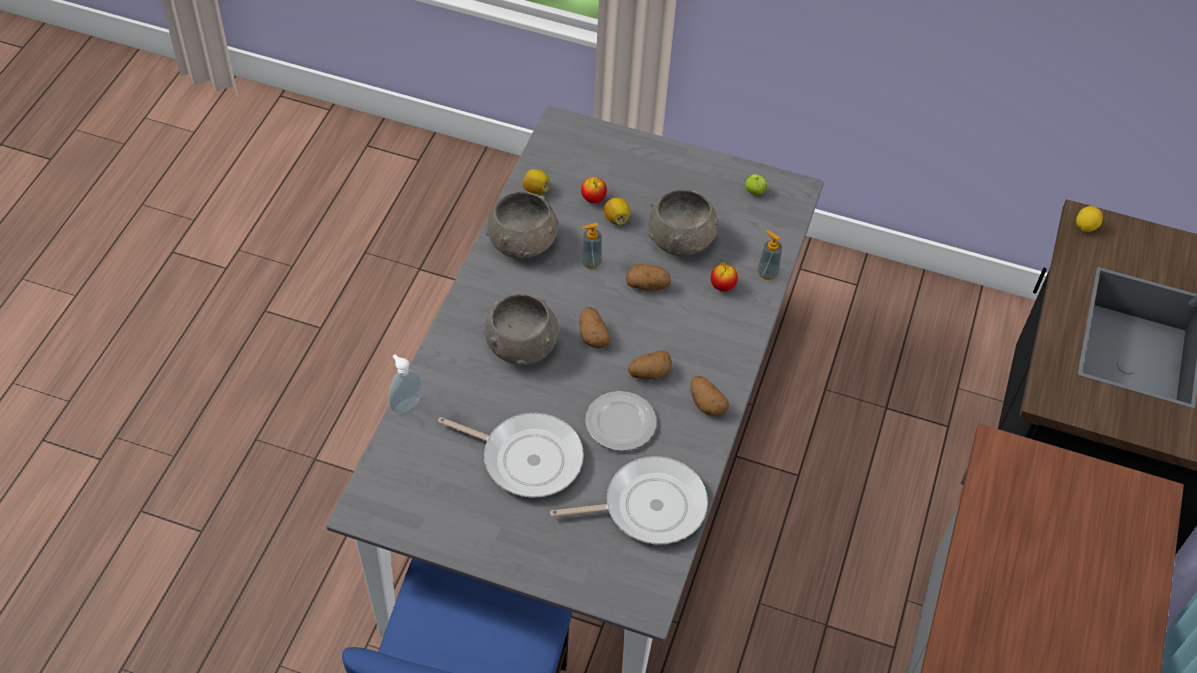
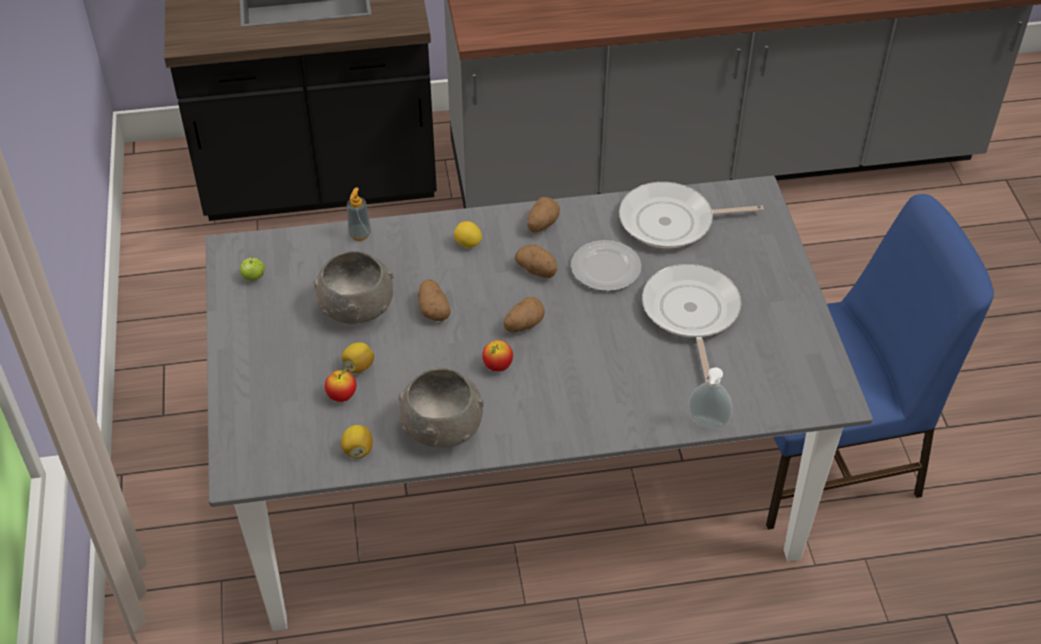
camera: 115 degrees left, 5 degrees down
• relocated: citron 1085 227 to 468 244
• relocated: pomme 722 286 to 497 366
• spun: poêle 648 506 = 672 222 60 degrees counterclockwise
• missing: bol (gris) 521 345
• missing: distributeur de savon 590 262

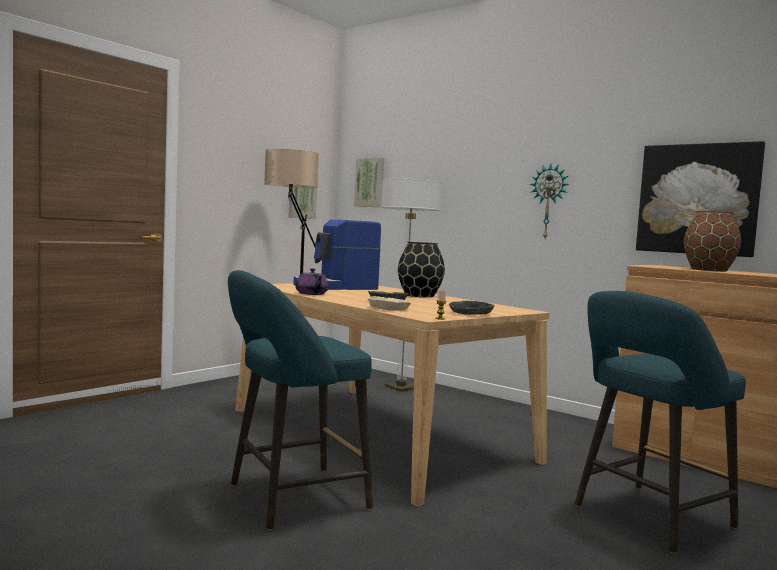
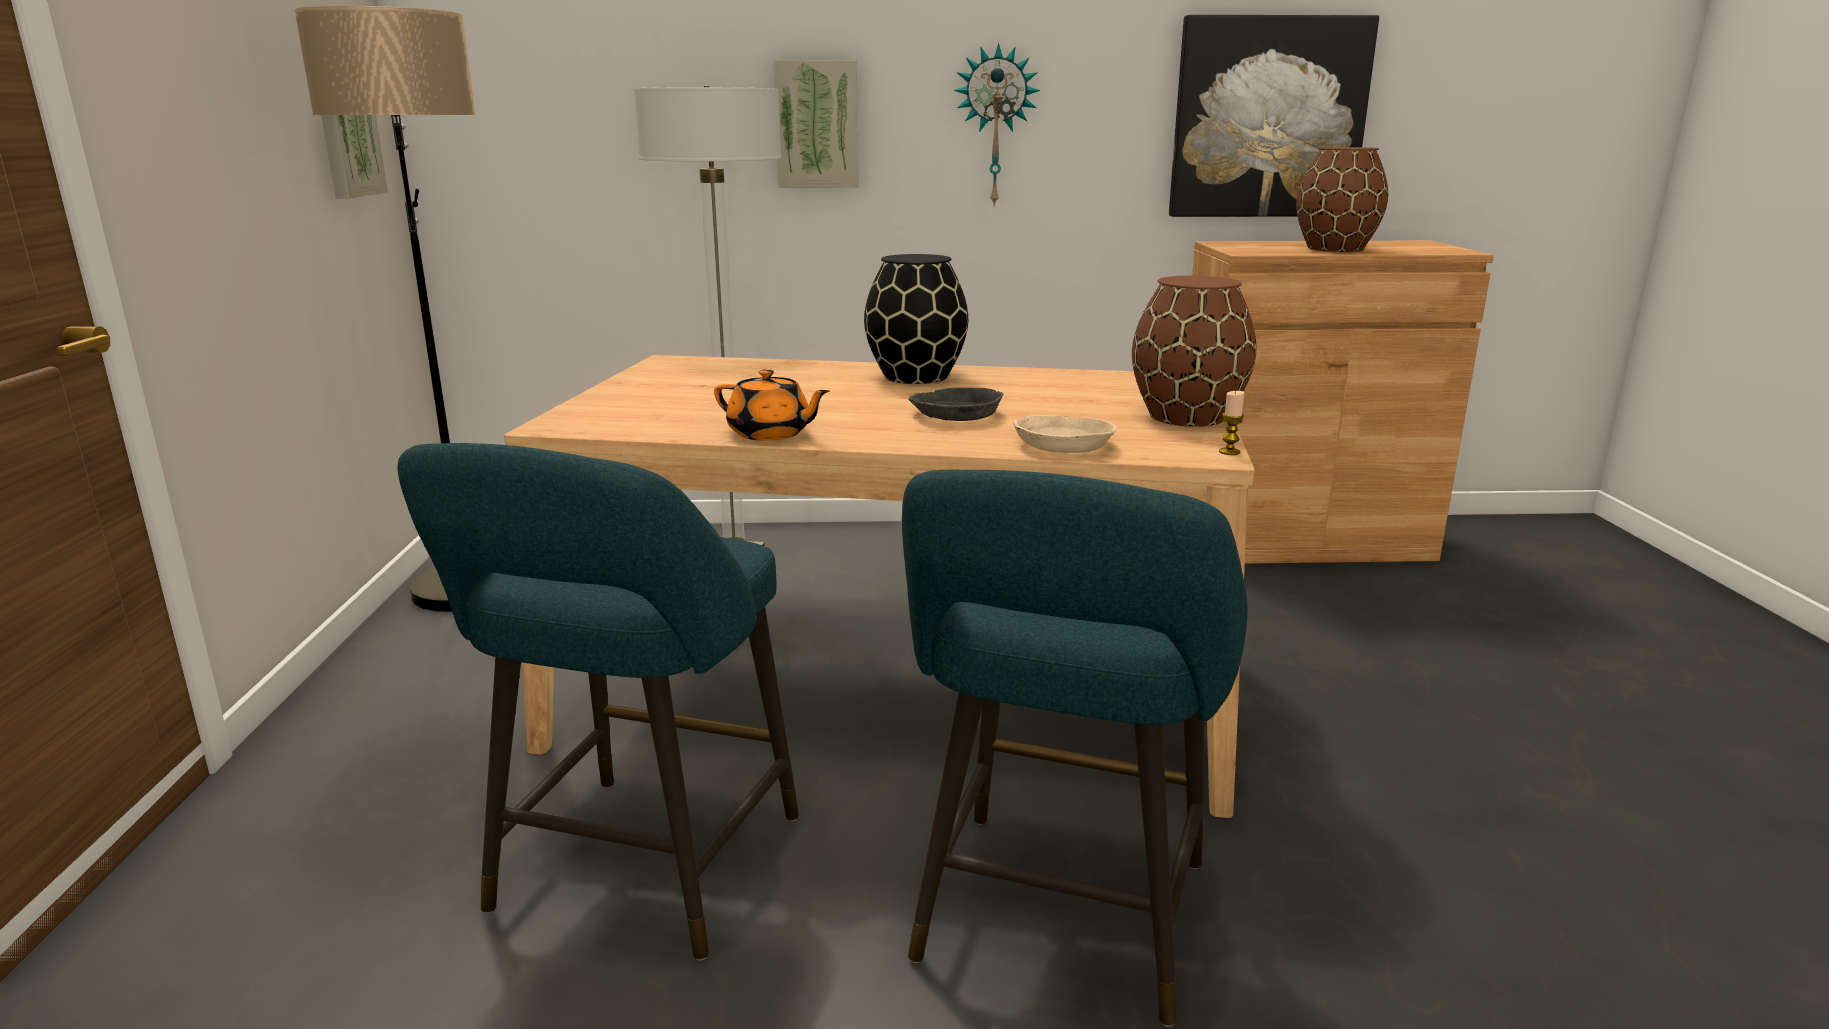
camera: 40 degrees left, 15 degrees up
• relocated: tabouret (turquoise) 648 519 to 639 874
• colour: théière (violet) 311 294 to théière (orange) 771 434
• relocated: tableau 370 182 to 817 125
• exchanged: bol (gris) 470 313 to vase (marron) 1186 417
• missing: machine à café 337 287

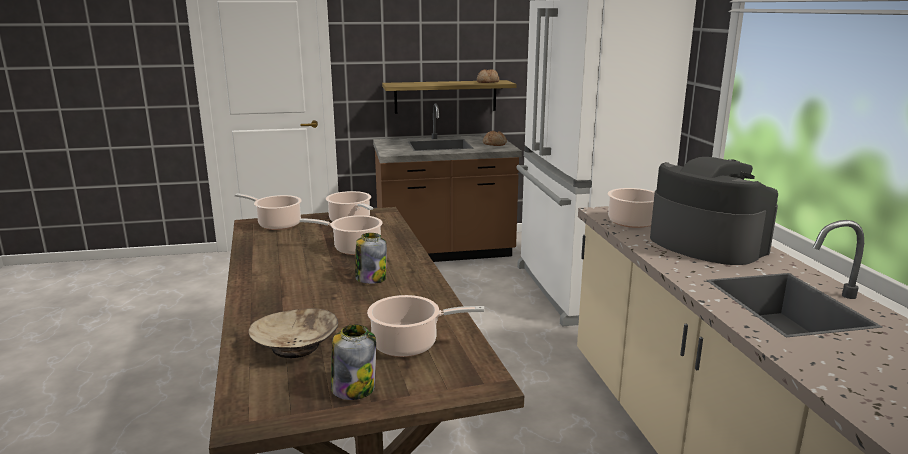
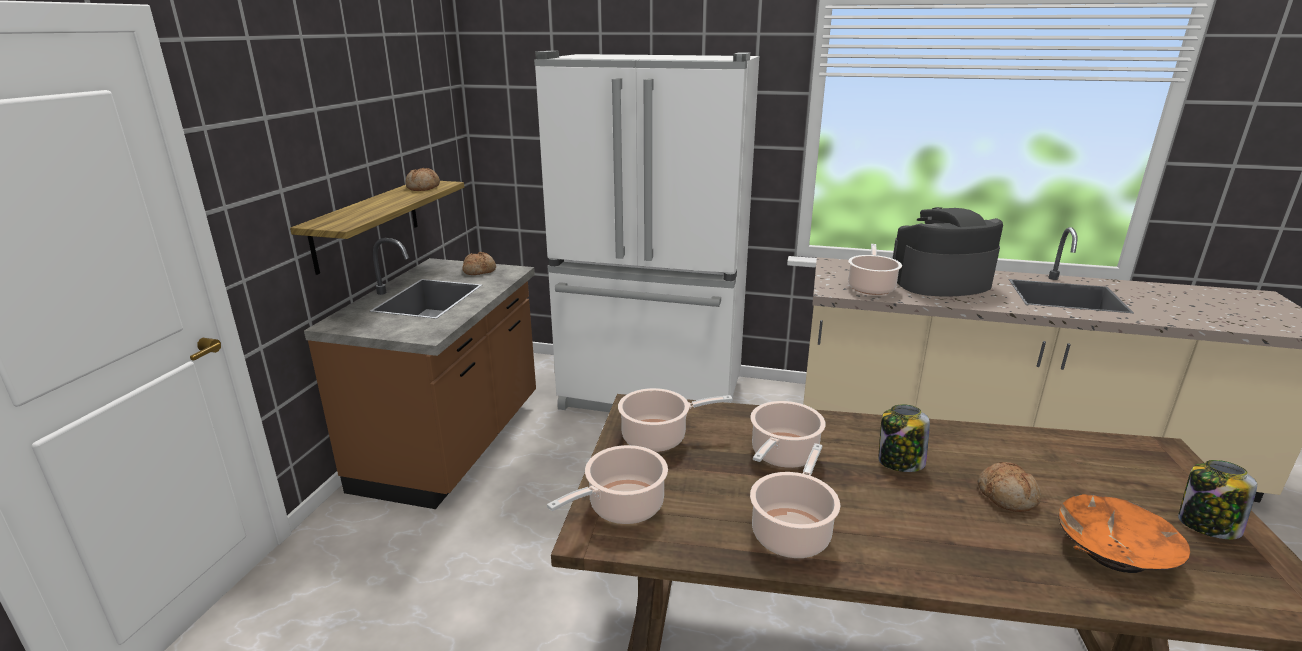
camera: 65 degrees left, 5 degrees up
• relocated: marmite 409 344 to 792 531
• appeared: pain 1007 496
• colour: bol (beige) 296 346 to bol (orange) 1113 551

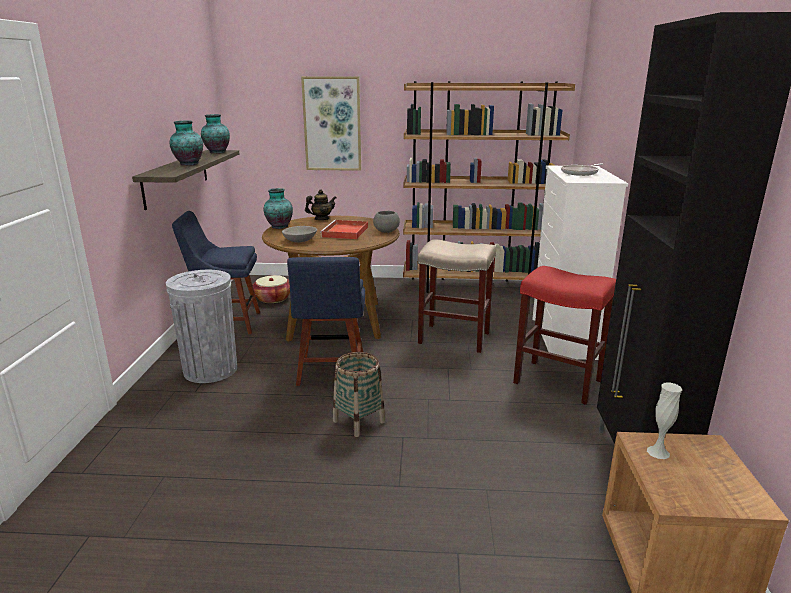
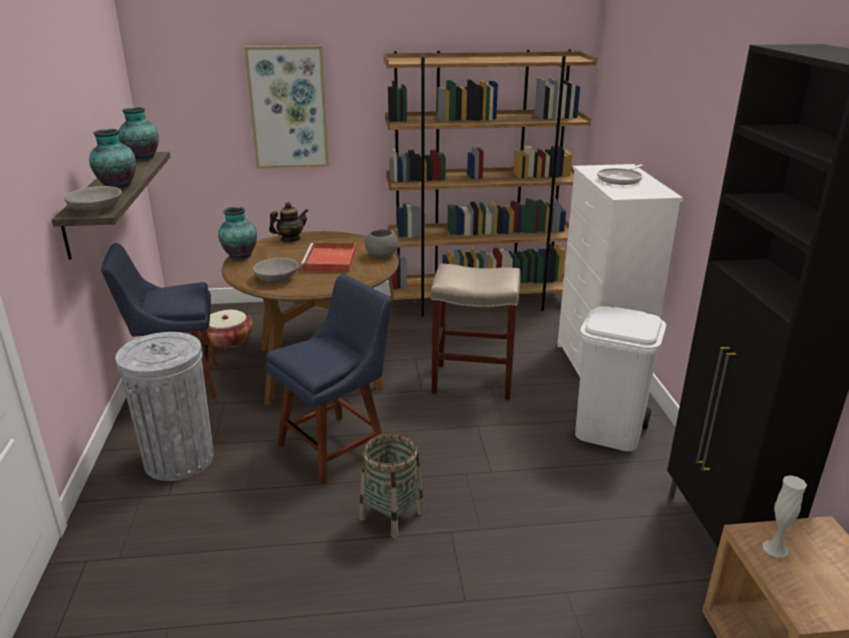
camera: 10 degrees left, 5 degrees up
• appeared: bol (gris) 96 209
• spun: chaise (bleu) 331 372 = 336 446 120 degrees counterclockwise
• exchanged: tabouret (rouge) 559 381 to poubelle (blanc) 609 432

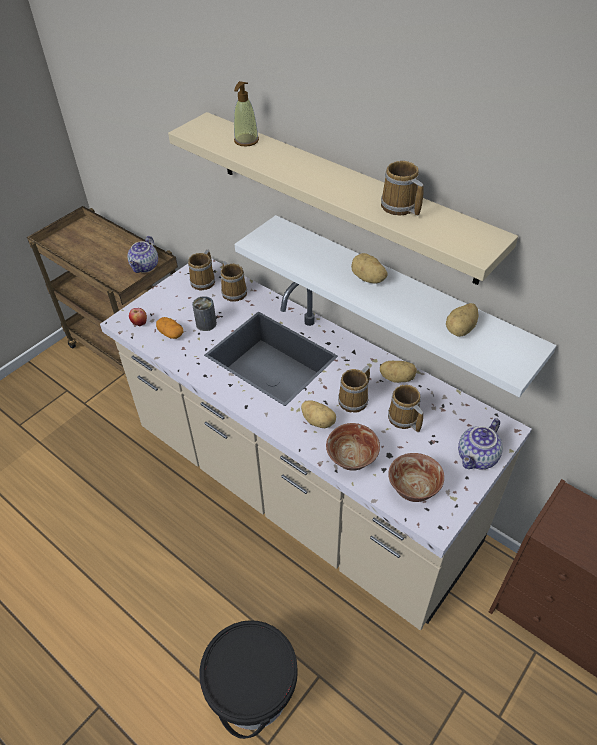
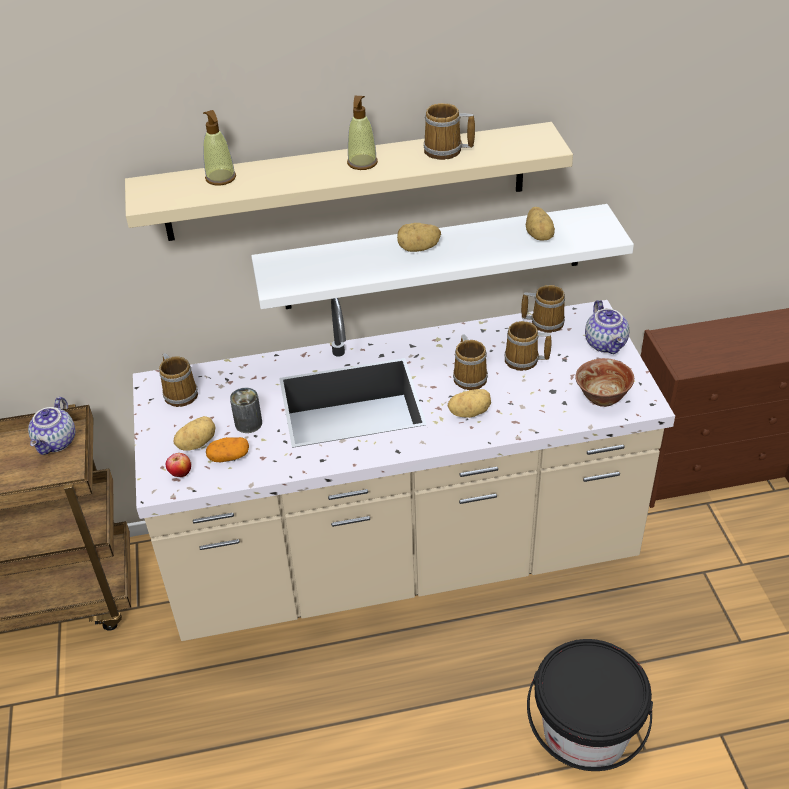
camera: 50 degrees left, 5 degrees down
• spun: théière 145 267 = 57 442 45 degrees clockwise
• relocated: pomme de terre 397 378 to 196 443
• appeared: distributeur de savon 362 163
• relocated: mug 234 291 to 545 321
• missing: bol 352 460

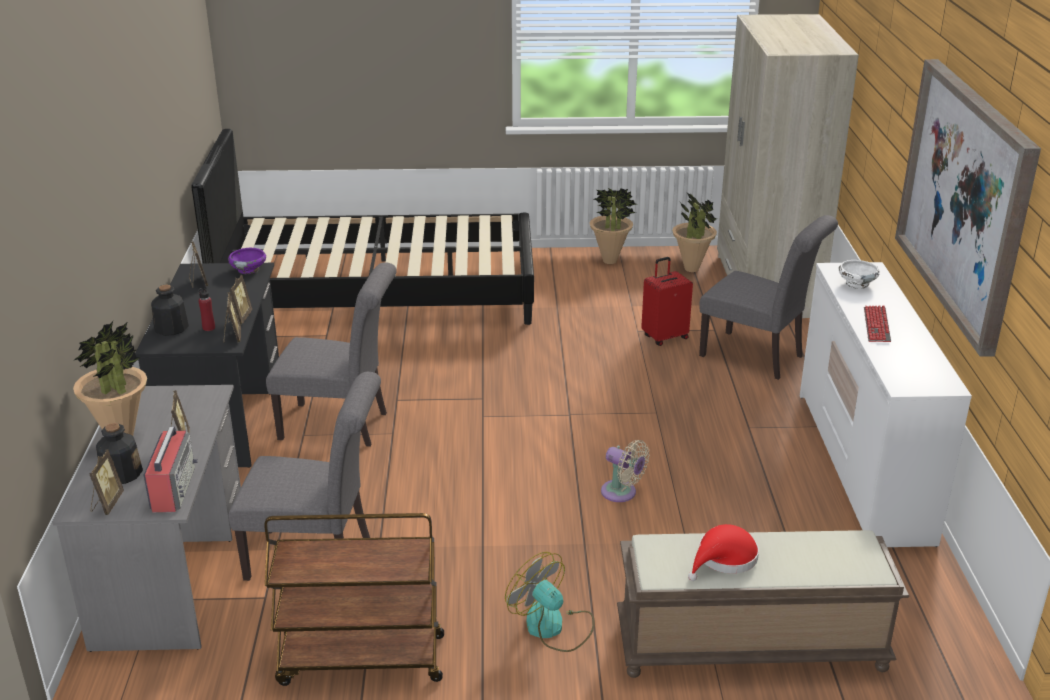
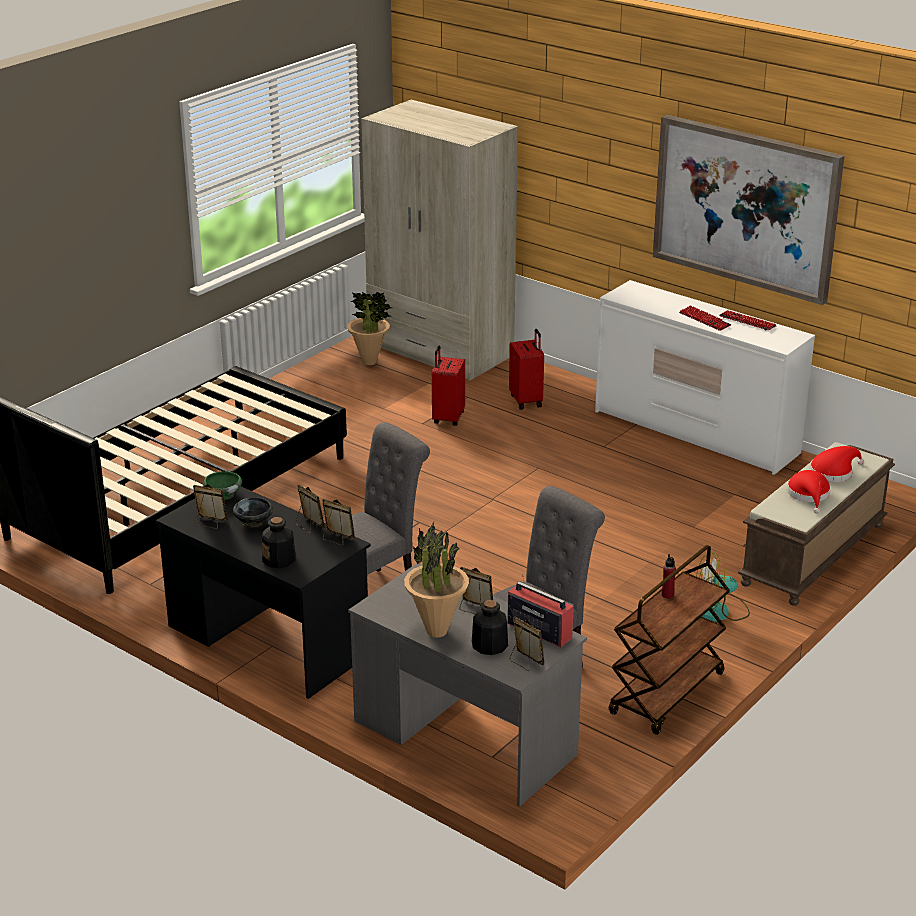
camera: 50 degrees left, 0 degrees up
• colour: bol (violet) 249 269 to bol (vert) 223 494
• appeared: bol (noir) 253 522
• exchanged: chaise (gris) 757 357 to valise (rouge) 527 401
• relocated: bouteille (rouge) 208 328 to 667 595
• appeared: clavier 747 321
• appeared: chapeau (rouge) 833 472
• missing: plante en pot 610 261
• missing: ventilateur (beige) 622 493
• missing: bol (blanc) 857 283

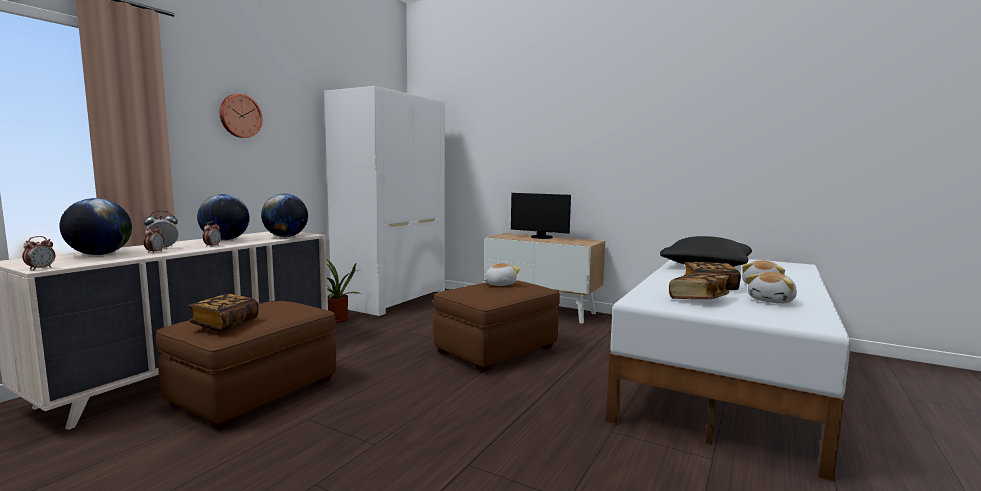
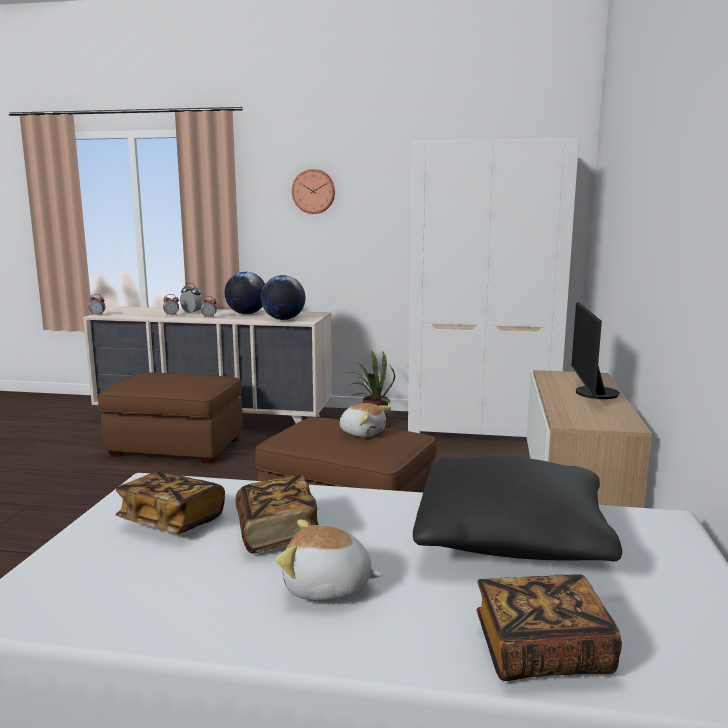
camera: 70 degrees right, 5 degrees up
• relocated: livre 225 324 to 542 652
• missing: globe 99 254
• missing: peluche 772 301

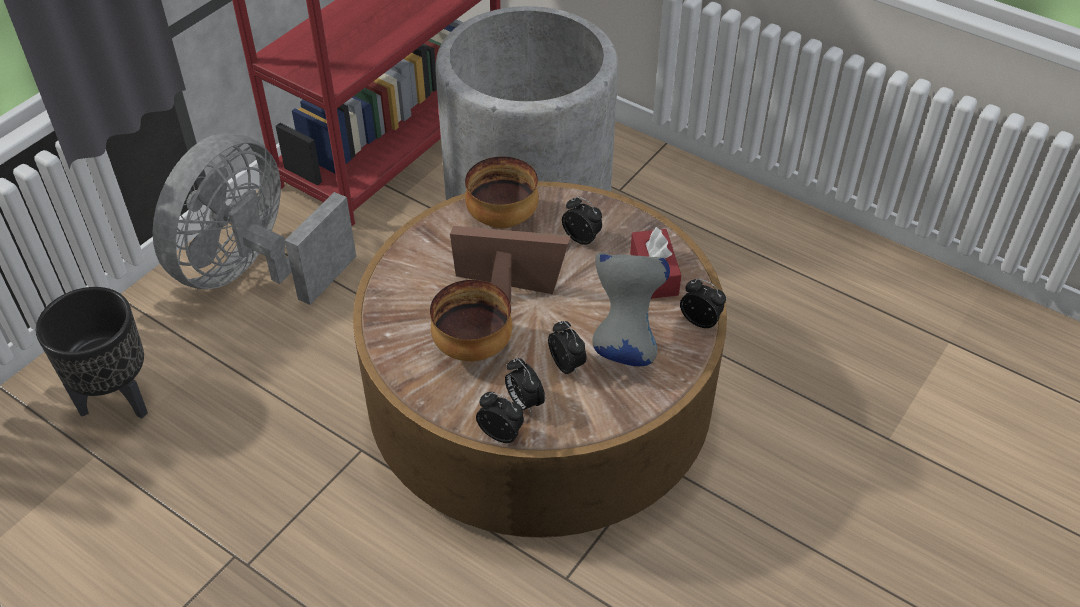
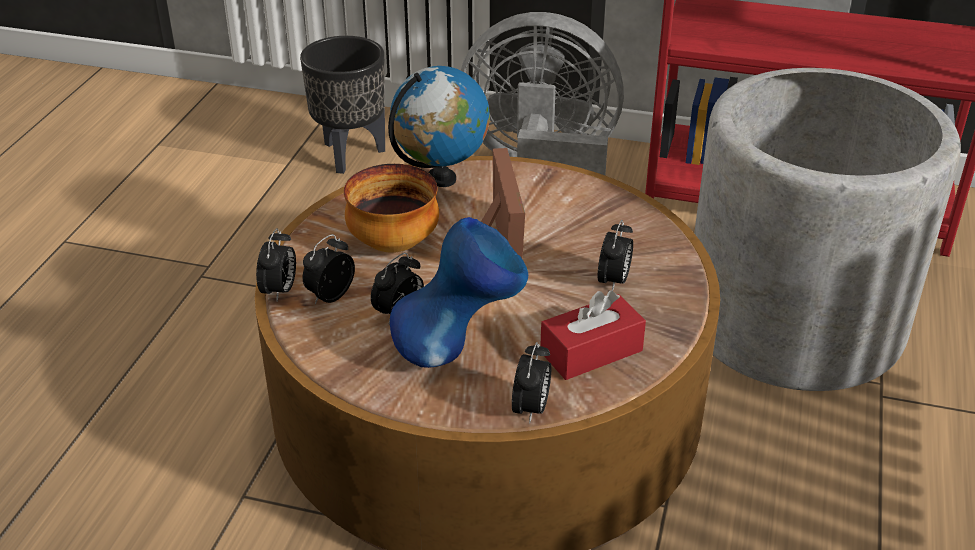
camera: 70 degrees right, 10 degrees down
• appeared: globe 442 179
• colour: vase (gris) 624 341 to vase (bleu) 460 350
• missing: bol 503 219

